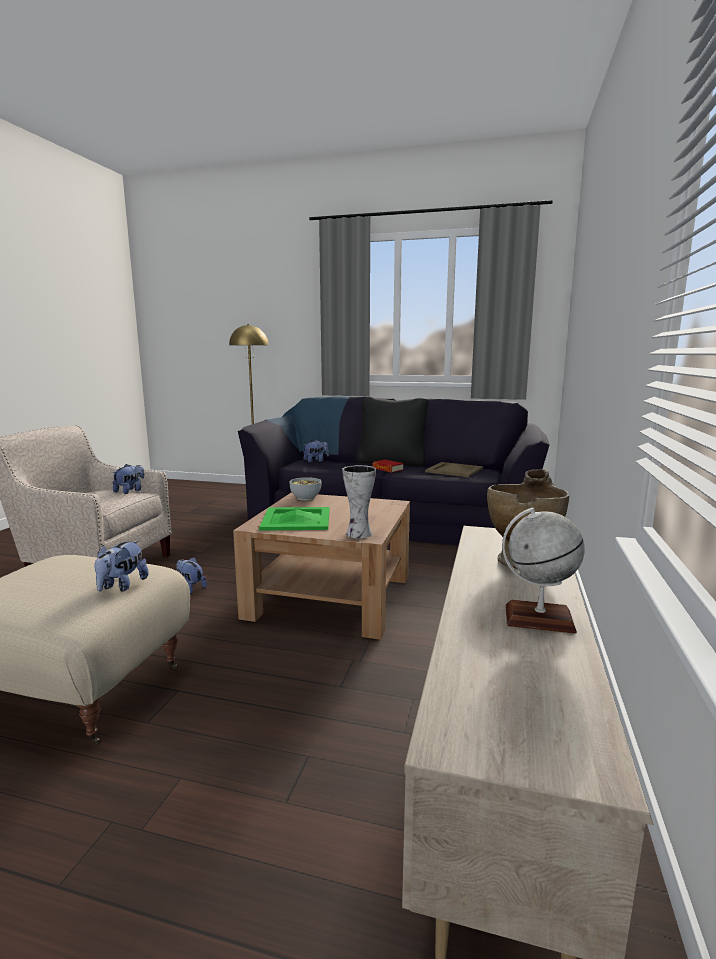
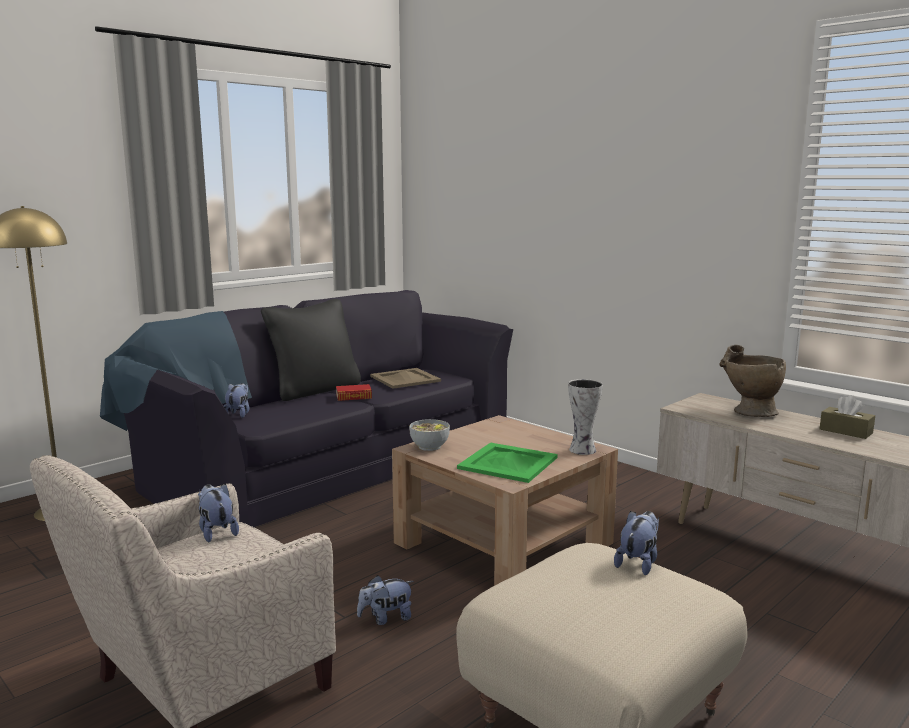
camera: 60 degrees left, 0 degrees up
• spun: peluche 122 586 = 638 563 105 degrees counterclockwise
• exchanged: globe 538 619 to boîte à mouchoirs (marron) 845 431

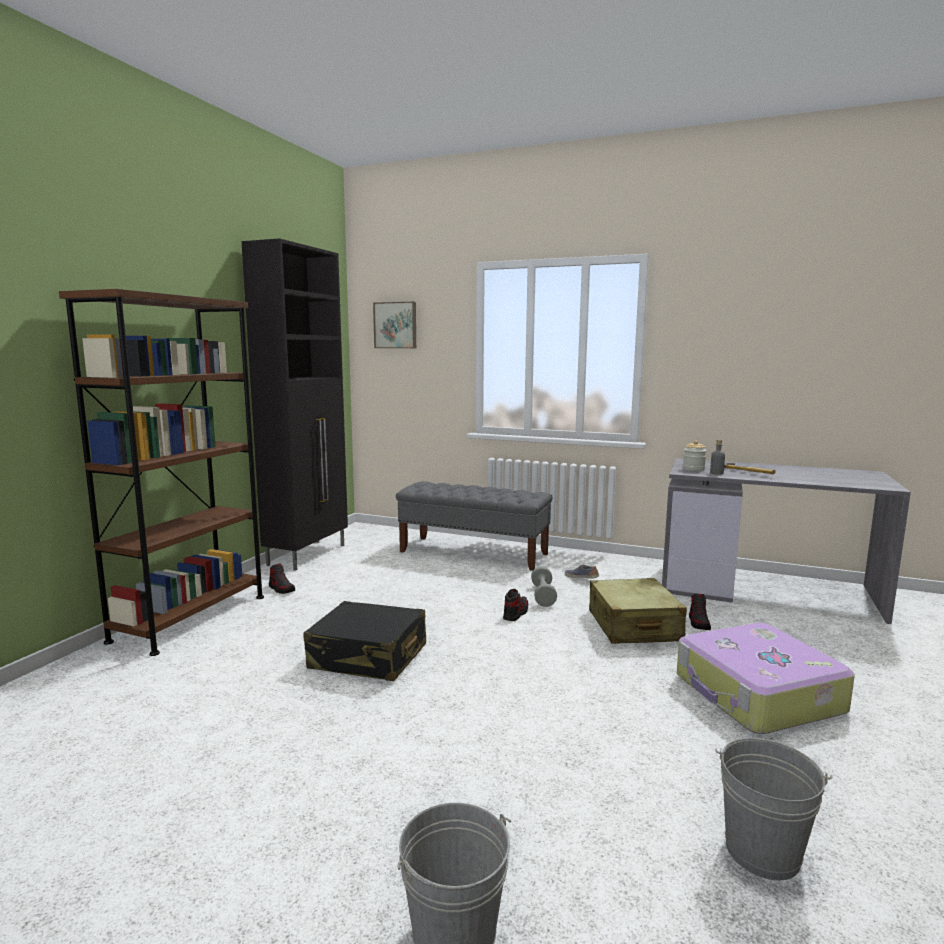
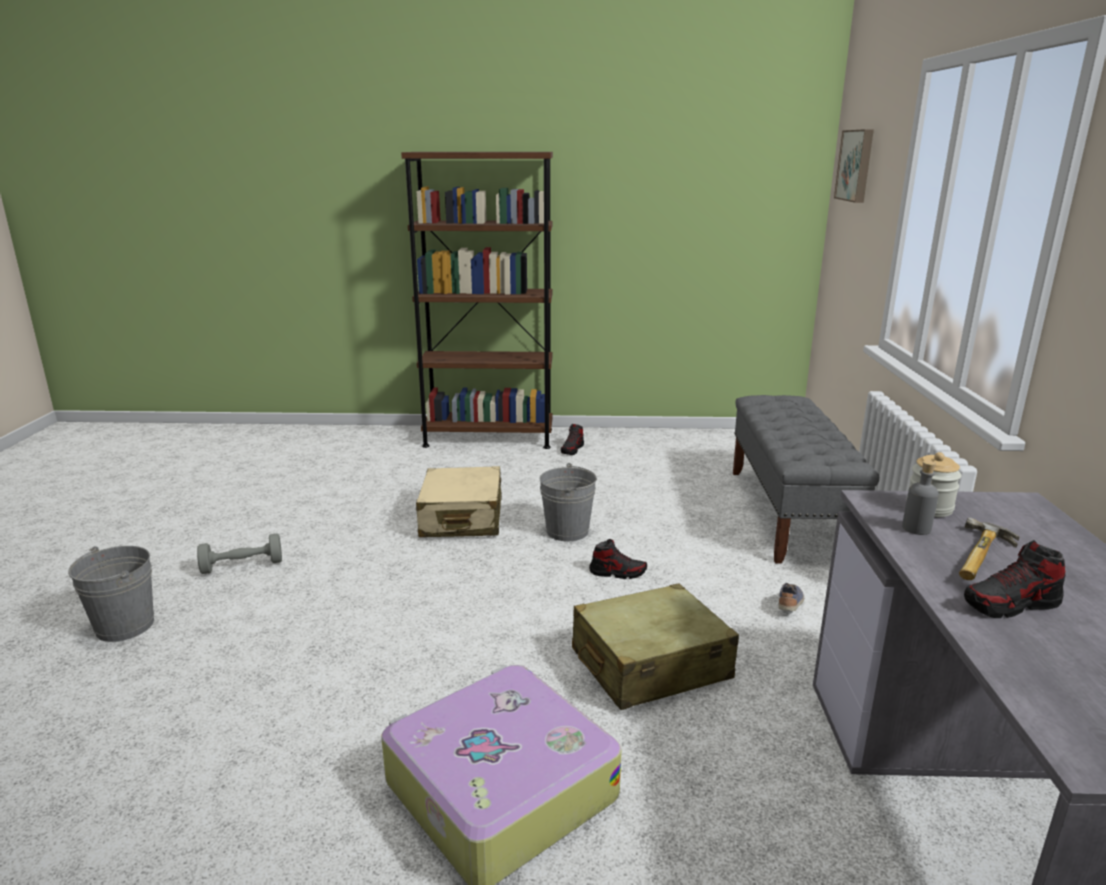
camera: 70 degrees right, 10 degrees up
• relocated: haltère (gris) 543 596 to 242 566
• colour: valise (noir) 368 657 to valise (beige) 462 518
• relocated: seau (gris) 762 851 to 567 531
• relocated: chaussure 699 623 to 1011 604
• missing: meuble de rangement (noir) 308 554

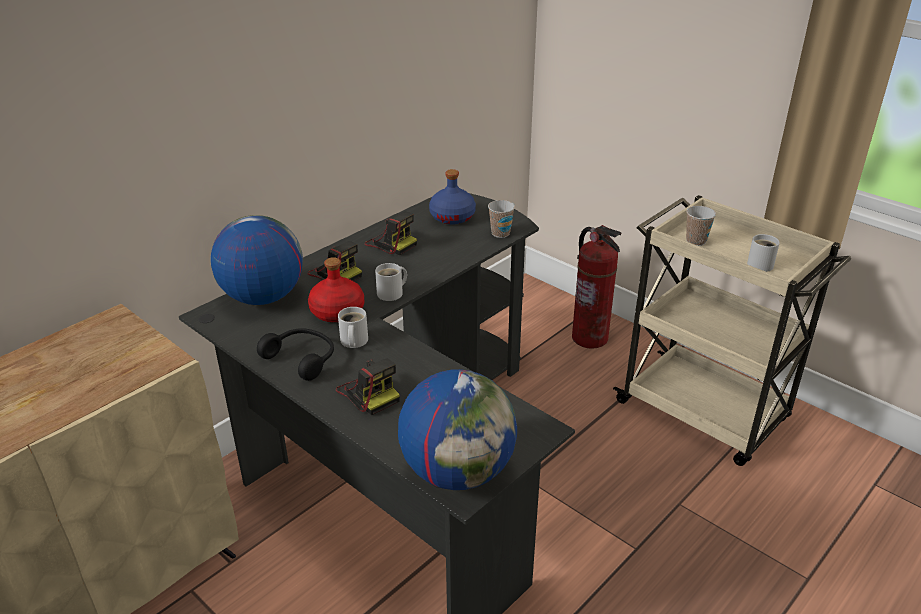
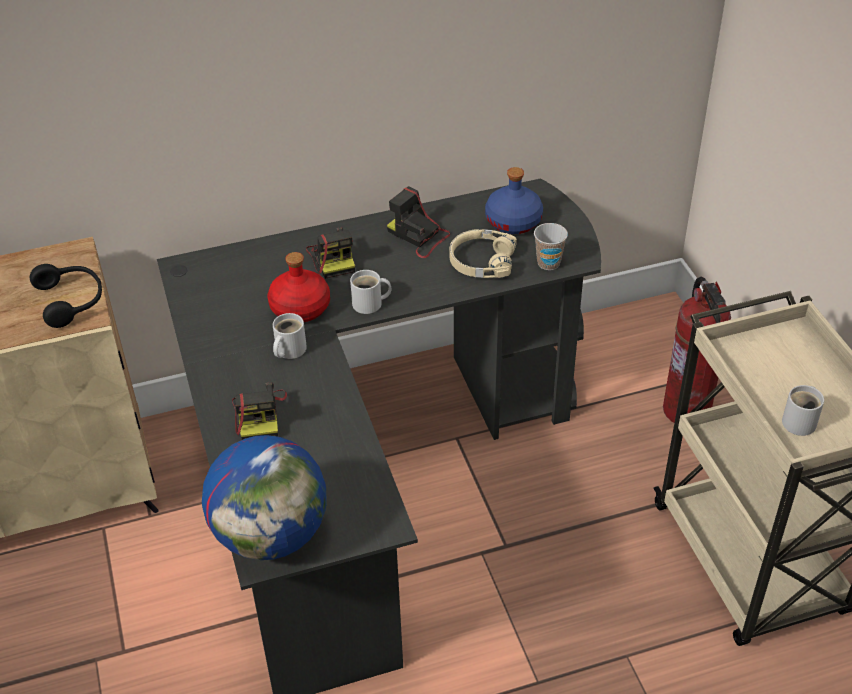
camera: 30 degrees right, 10 degrees up
• relocated: casque audio (noir) 302 359 to 72 301
• spun: appareil photo 391 243 = 419 236 150 degrees clockwise
• appeared: casque audio (beige) 481 261
• missing: globe 262 297
• missing: tasse 696 241

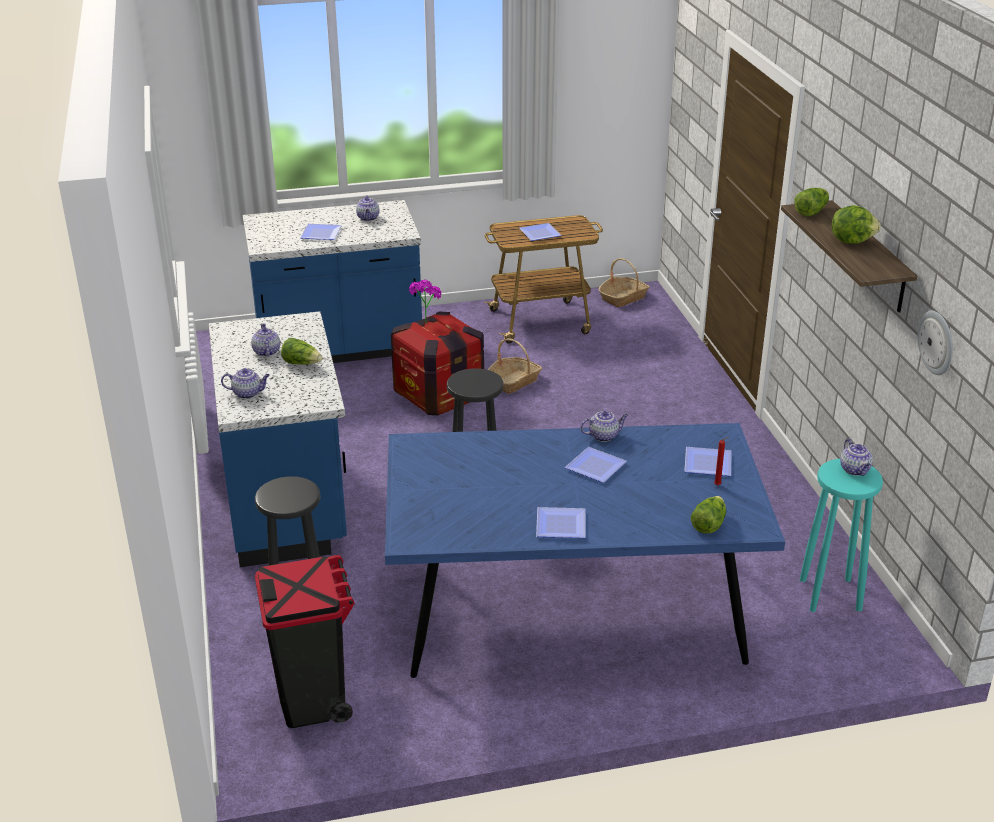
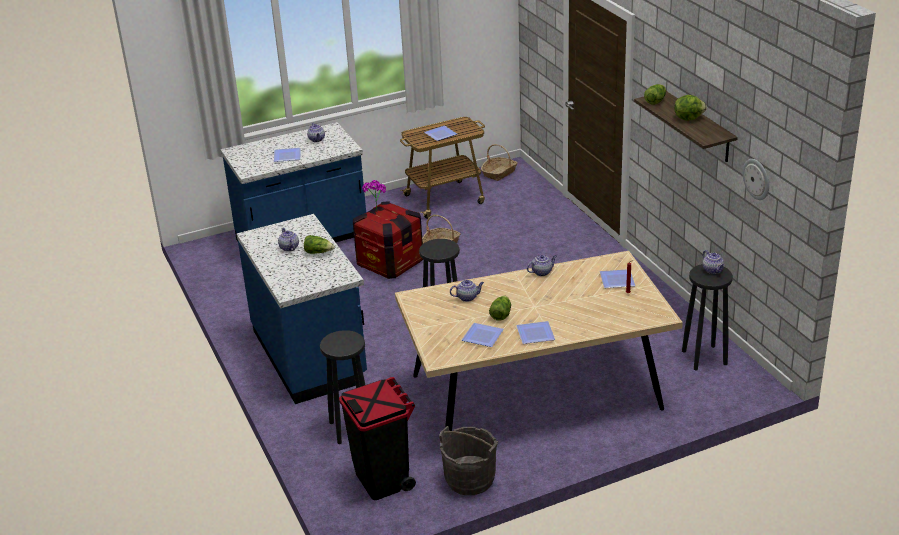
camera: 10 degrees left, 0 degrees up
• colour: table à manger (bleu) 572 605 to table à manger (beige) 536 391
• appeared: seau (gris) 470 479
• relocated: théière 248 393 to 467 297
• relocated: assiette 596 468 to 483 337
• relocated: laitue 708 524 to 500 314
• colour: tabouret (turquoise) 830 595 to tabouret (noir) 704 358

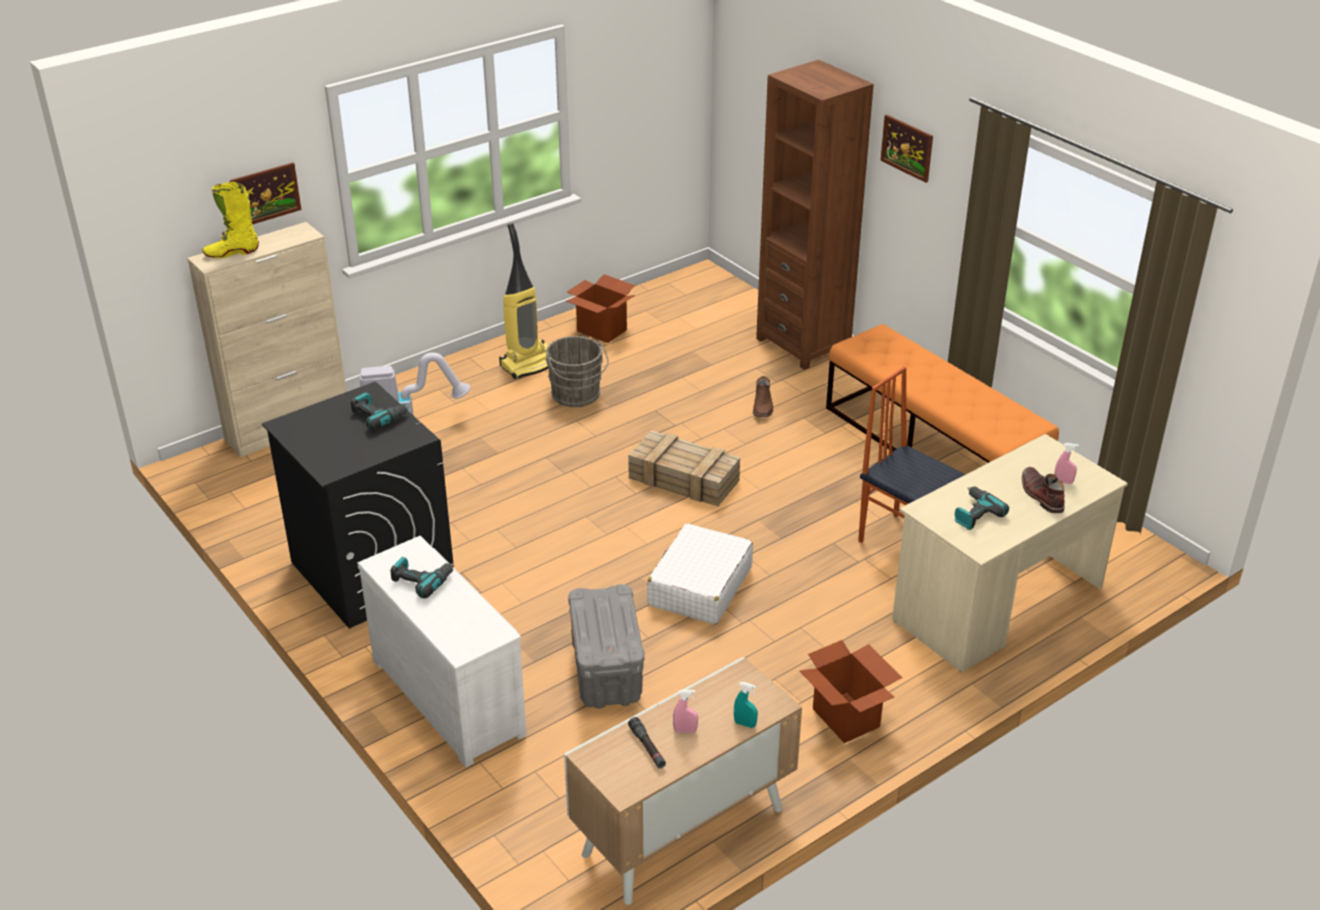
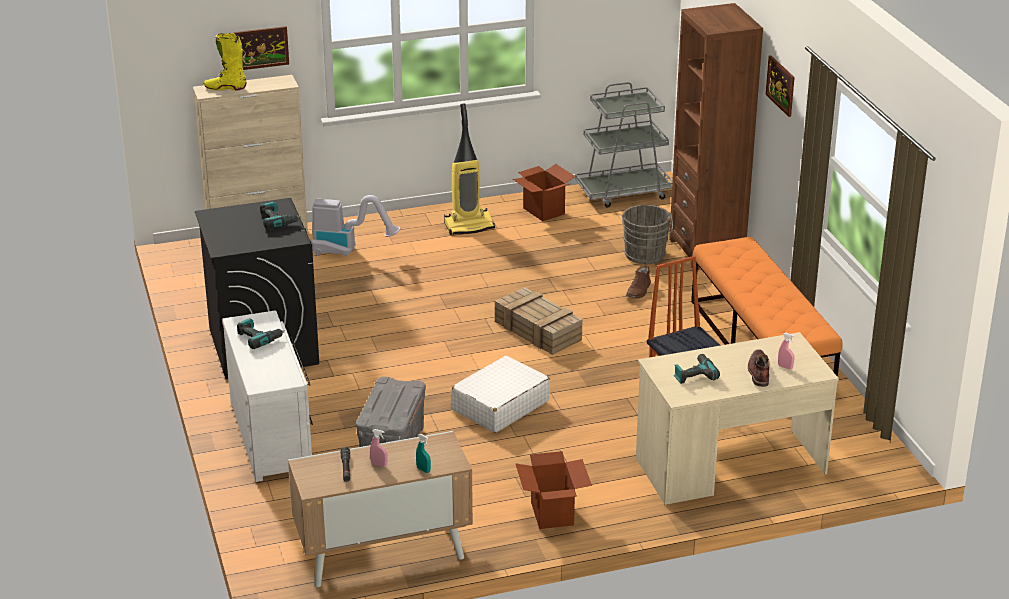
camera: 20 degrees right, 5 degrees down
• appeared: chariot (gris) 624 192
• relocated: seau (gris) 577 396 to 645 256

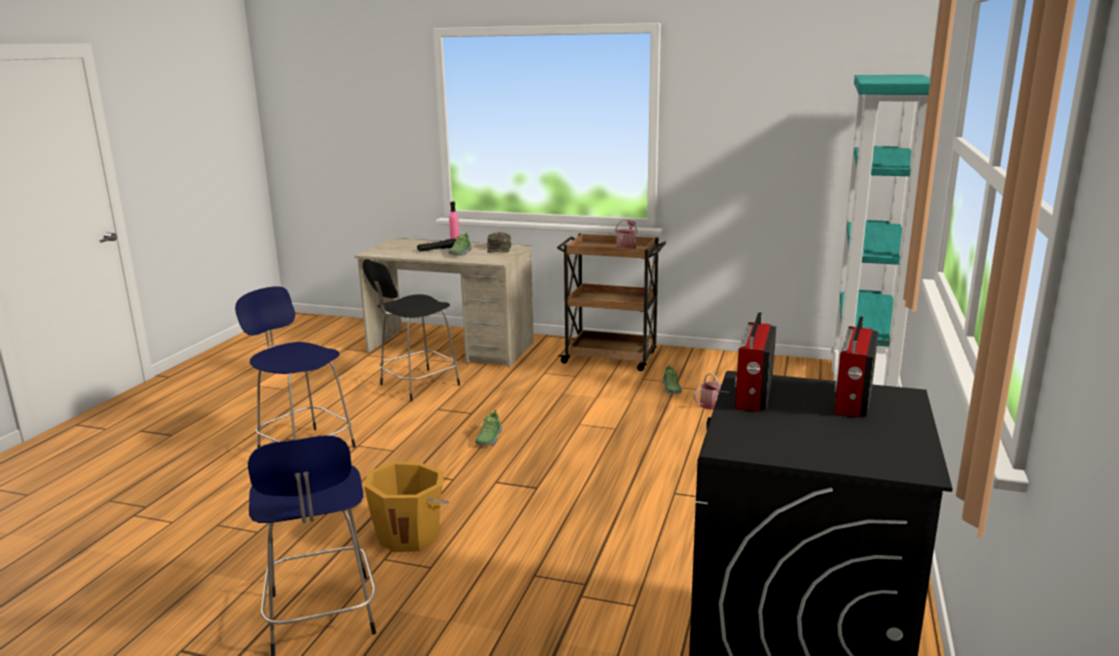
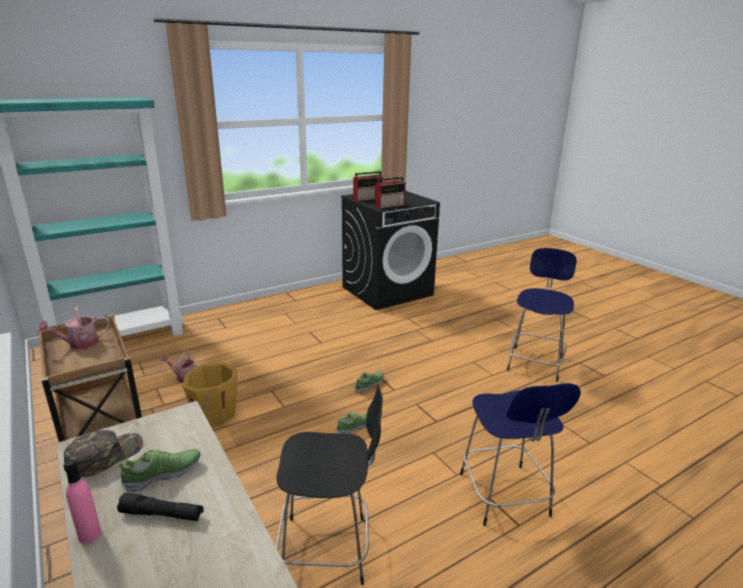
camera: 140 degrees left, 5 degrees up
• relocated: seau (orange) 410 534 to 214 412
• relocated: chaussure 671 388 to 369 385

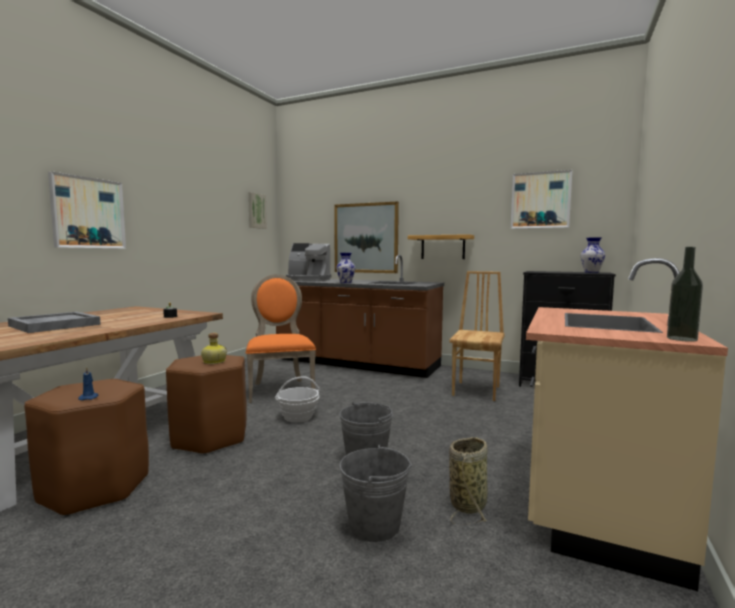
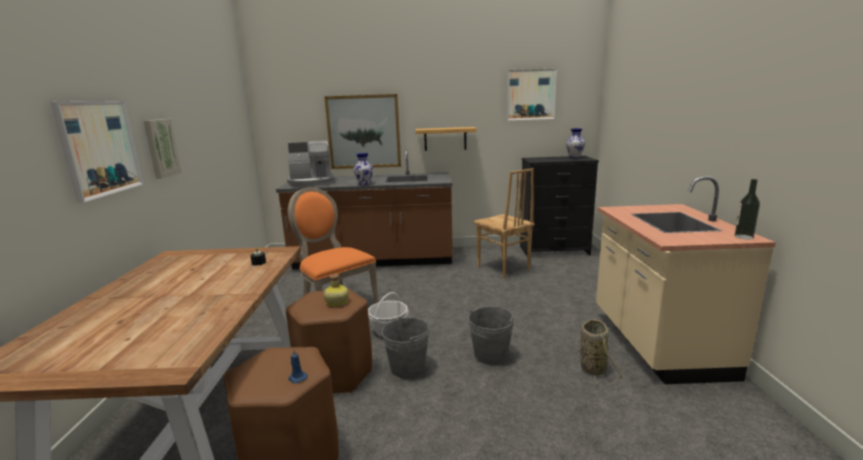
camera: 25 degrees left, 10 degrees up
• relocated: tableau 256 211 to 160 148
• relocated: seau (gris) 374 525 to 407 368
• spun: chaise (marron) 477 391 = 503 268 150 degrees clockwise
• missing: plateau (gris) 54 325

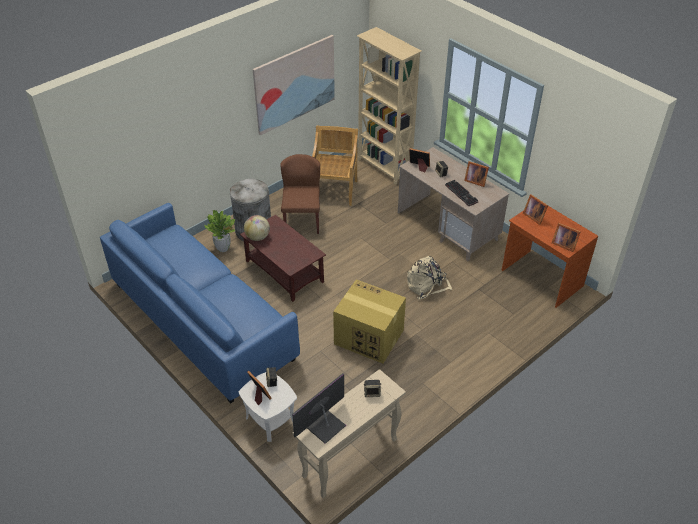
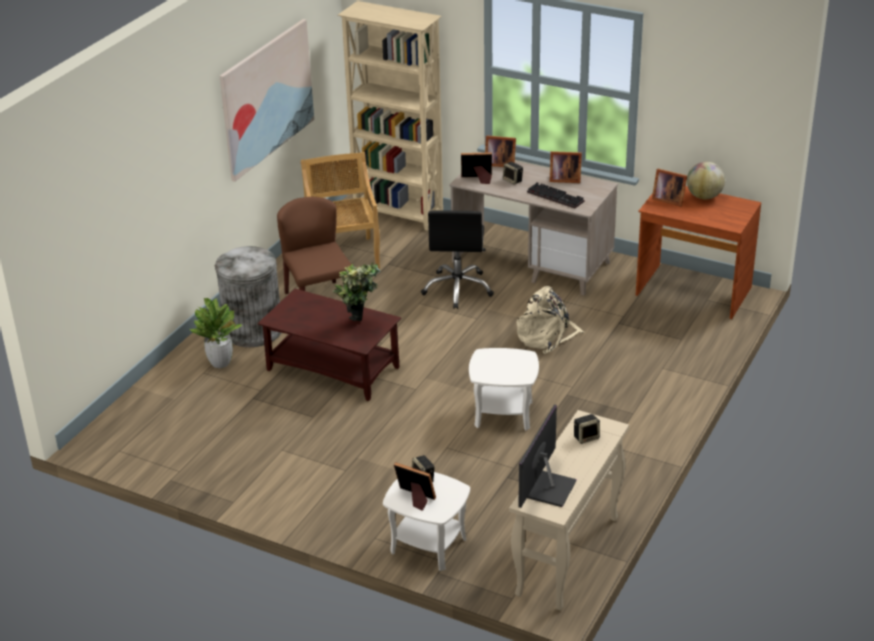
camera: 20 degrees left, 10 degrees down
• appeared: plante en pot 359 327
• appeared: chaise de bureau (noir) 458 289
• exchanged: carton 368 337 to table d'appoint (blanc) 503 414
• relocated: cadre photo 563 244 to 499 163
• relocated: globe 257 237 to 704 196
• missing: canapé (bleu) 202 321

